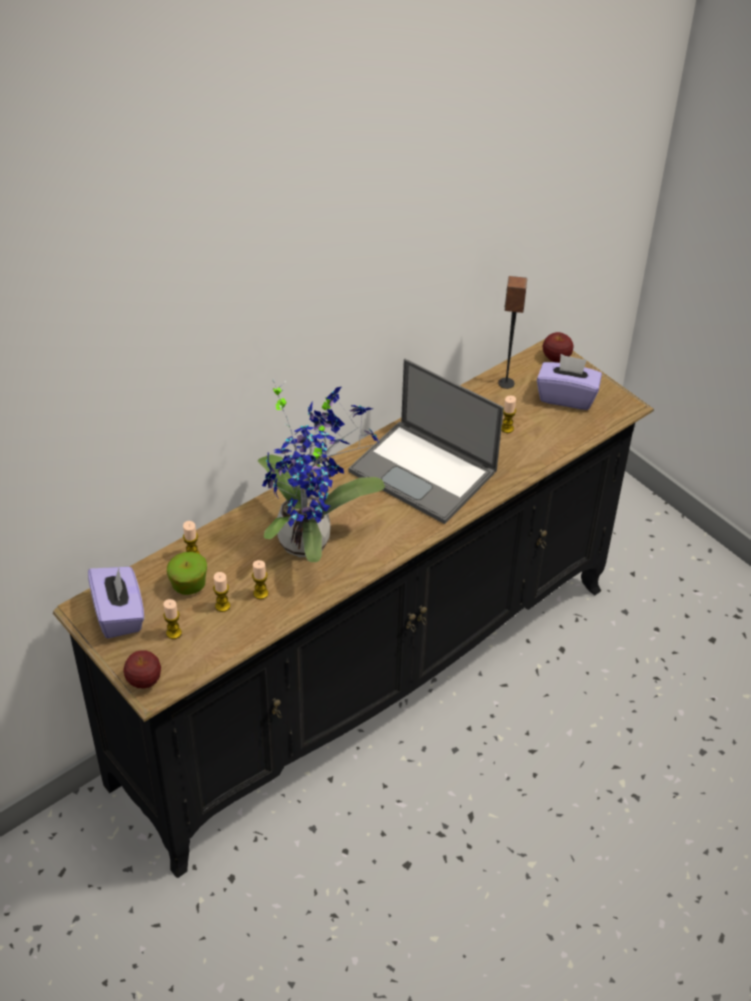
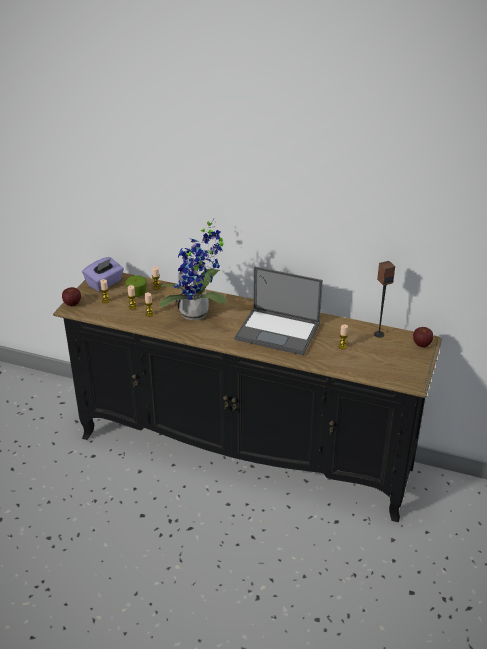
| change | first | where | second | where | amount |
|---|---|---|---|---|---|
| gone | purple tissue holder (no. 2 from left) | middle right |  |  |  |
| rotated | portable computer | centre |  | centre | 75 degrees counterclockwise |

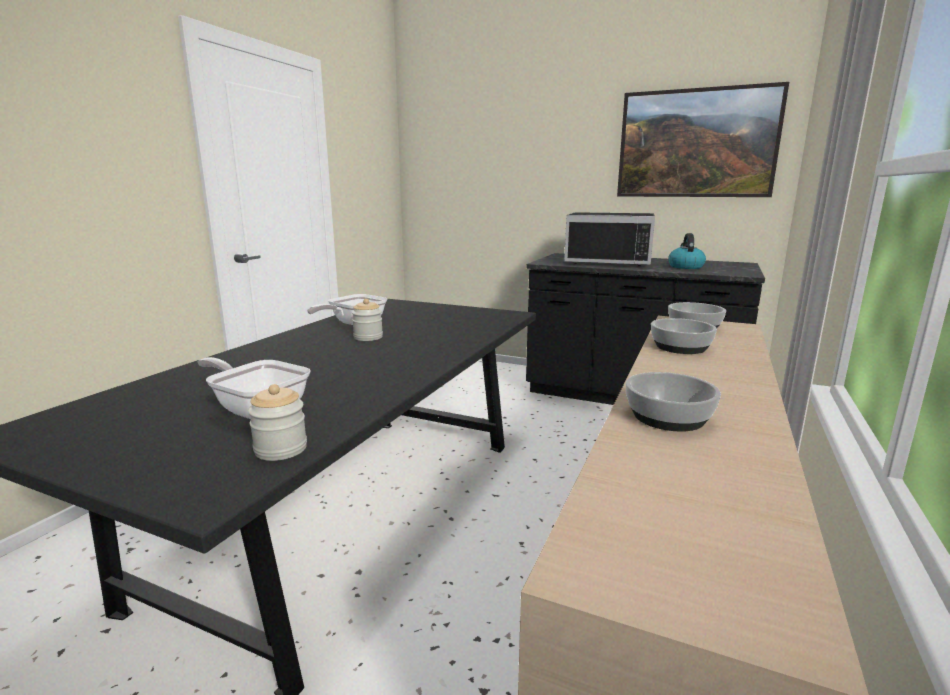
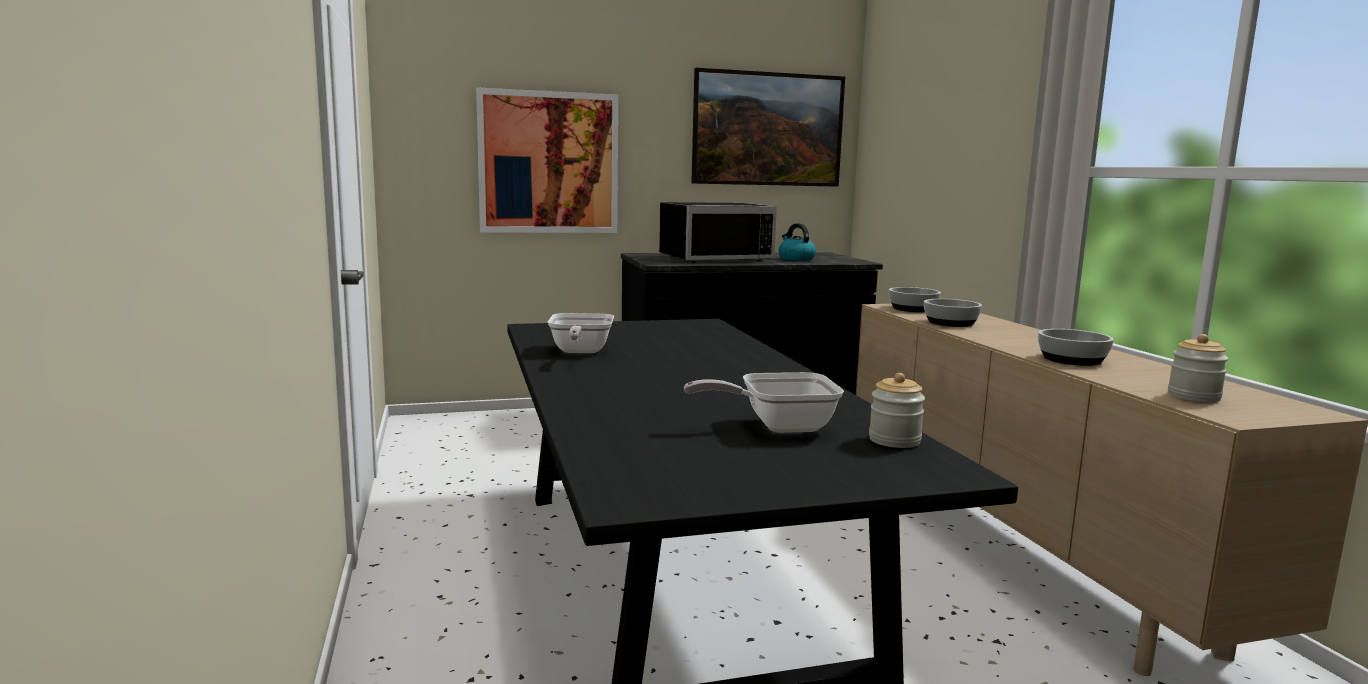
| change | first | where | second | where | amount |
|---|---|---|---|---|---|
| new |  |  | wall art (no. 1 from left) | top centre |  |
| shifted | jar (no. 2 from left) | centre |  | middle right |  |

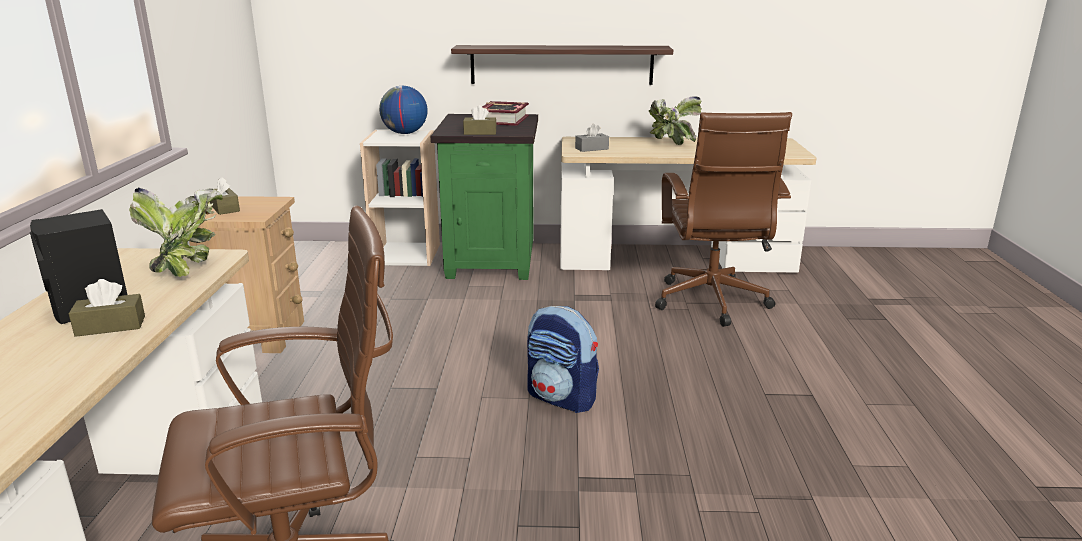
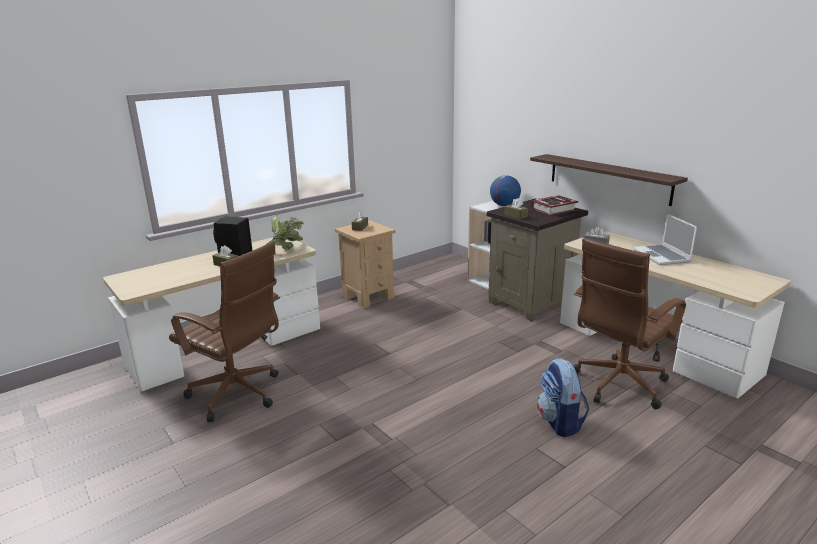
| change | first | where | second | where | amount |
|---|---|---|---|---|---|
| shifted | backpack | centre |  | bottom right |  |
| swapped | potted plant (no. 2 from left) | top centre | portable computer | middle right |  |
| repainted | greenish cupboard | centre | sand-coloured cupboard | centre |  |

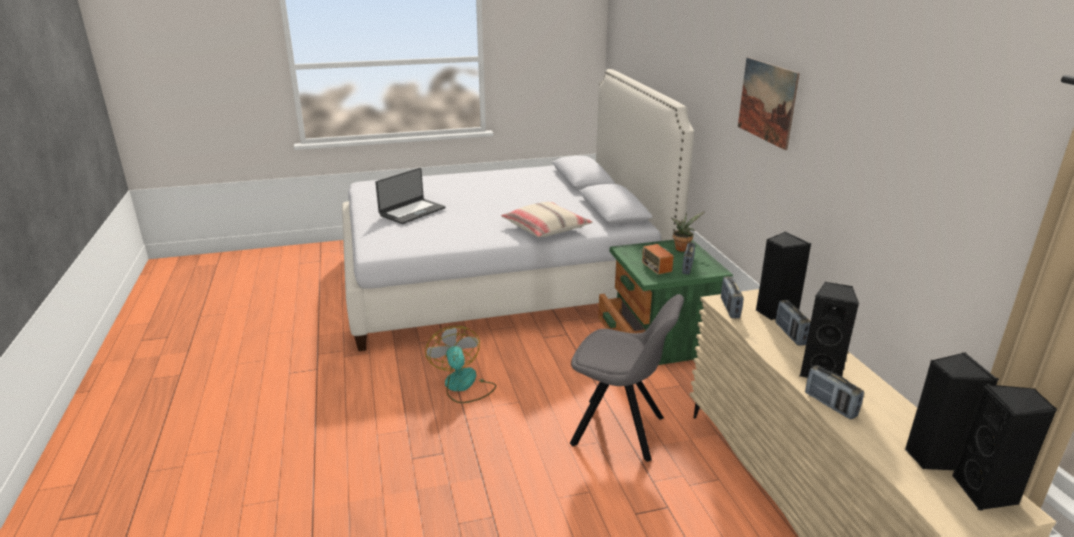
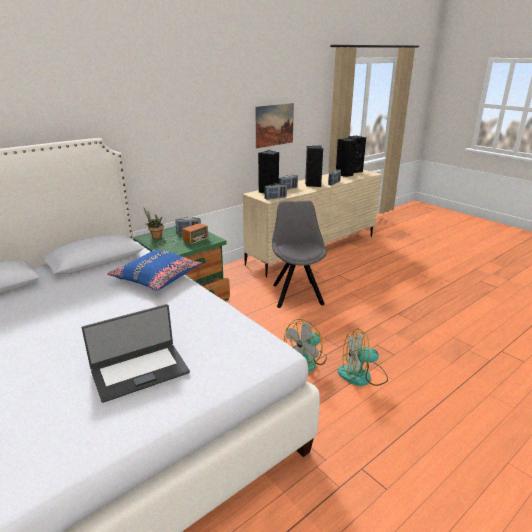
| change | first | where | second | where | amount |
|---|---|---|---|---|---|
| new |  |  | fan (no. 2 from left) | bottom right |  |
| shifted | wall art | top right |  | top centre |  |
| repainted | sand-coloured throw pillow | centre | blue-coloured throw pillow | middle left |  |
| rotated | portable computer | centre |  | middle left | 135 degrees clockwise |

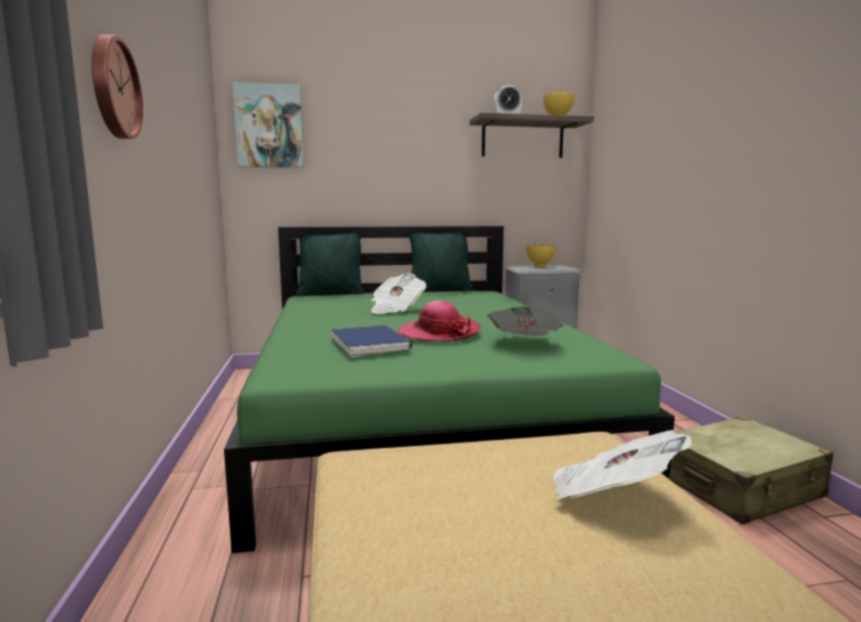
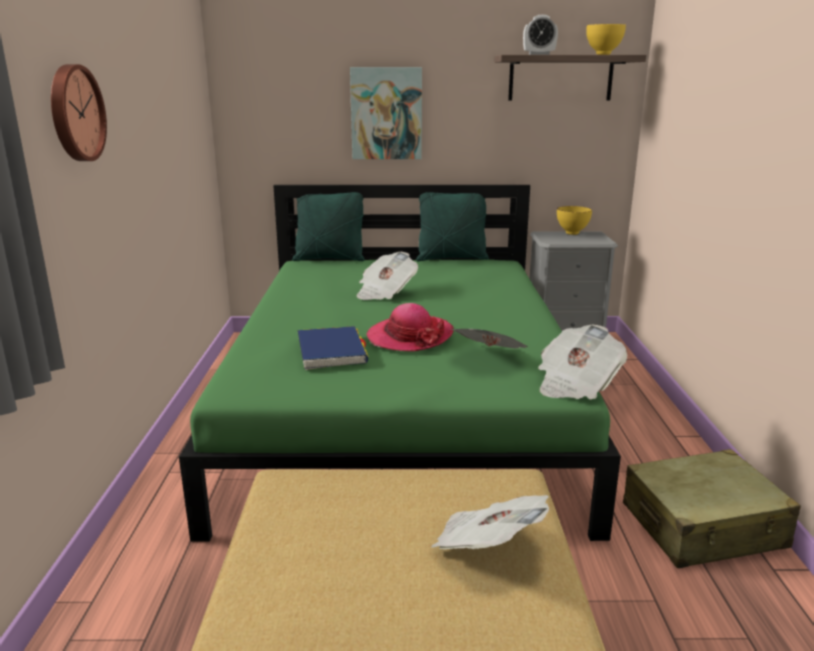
| change | first | where | second | where | amount |
|---|---|---|---|---|---|
| new |  |  | daily paper (no. 4 from left) | middle right |  |
| shifted | wall art | top left |  | top centre |  |

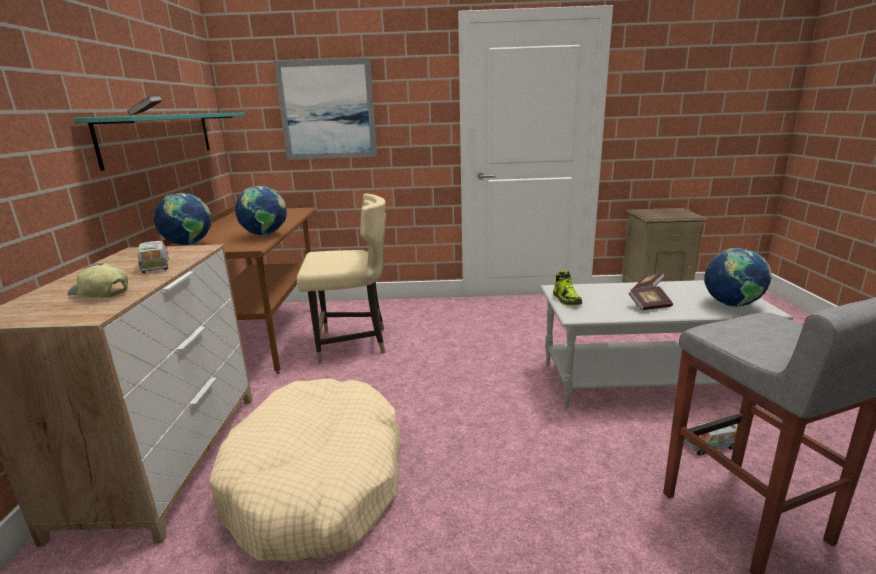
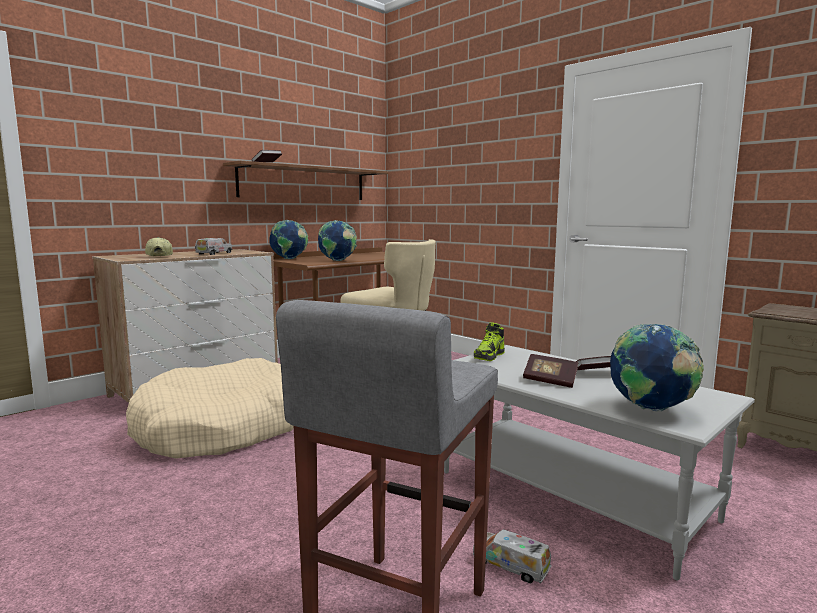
| change | first | where | second | where | amount |
|---|---|---|---|---|---|
| gone | wall art | top centre |  |  |  |
| repainted | turquoise shelf | top left | brownish shelf | top centre |  |

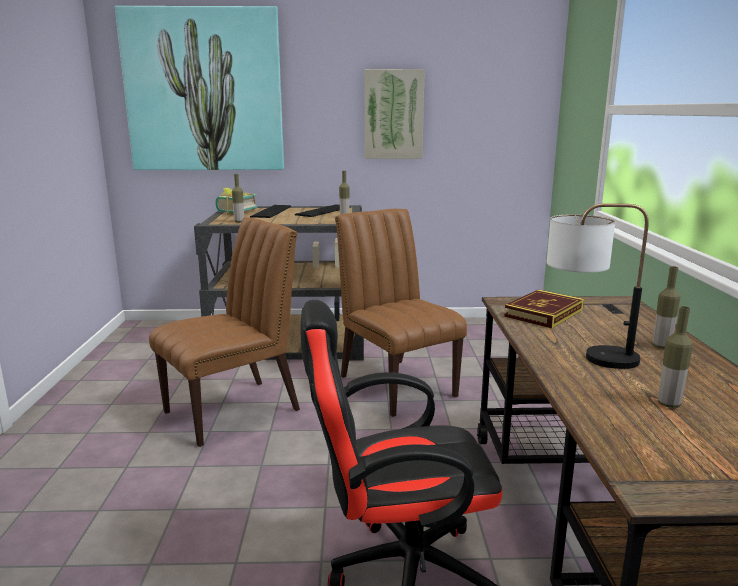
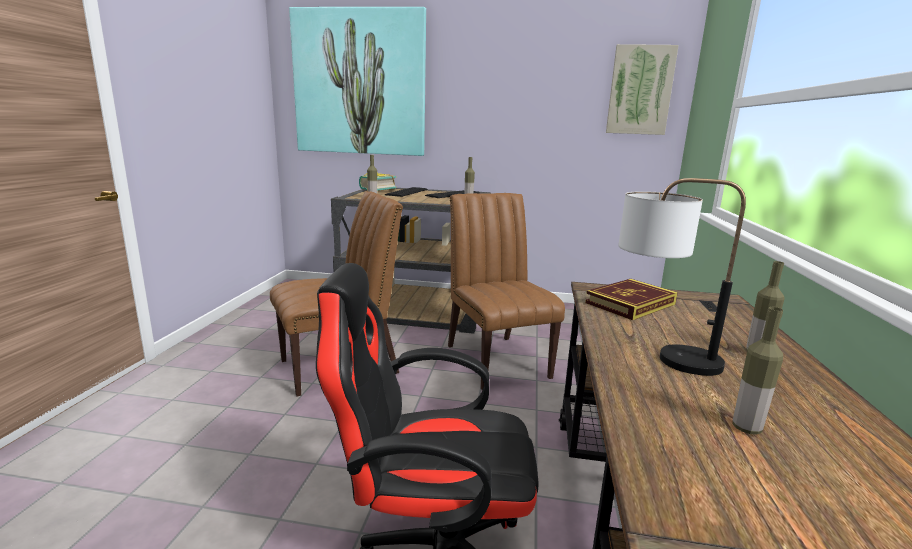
| change | first | where | second | where | amount |
|---|---|---|---|---|---|
| shifted | wall art (no. 2 from left) | top centre |  | top right |  |

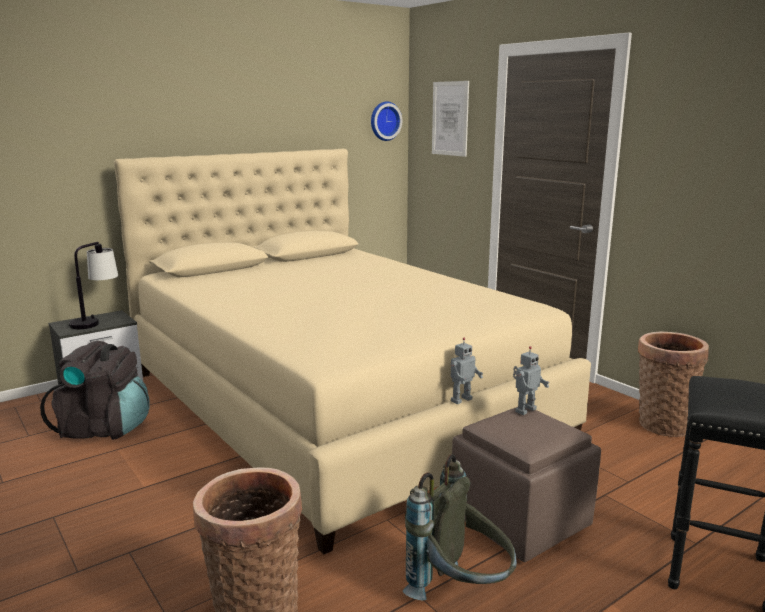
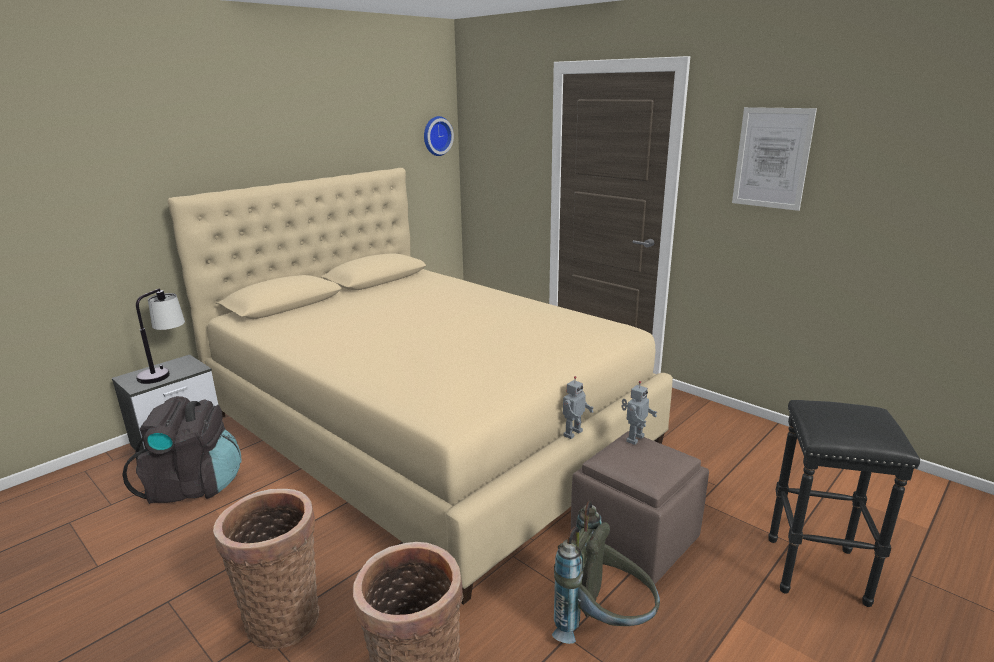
| change | first | where | second | where | amount |
|---|---|---|---|---|---|
| shifted | wall art | top centre |  | top right |  |
| shifted | storage basket (no. 2 from left in the first image) | middle right | storage basket (no. 1 from left) | bottom left |  |

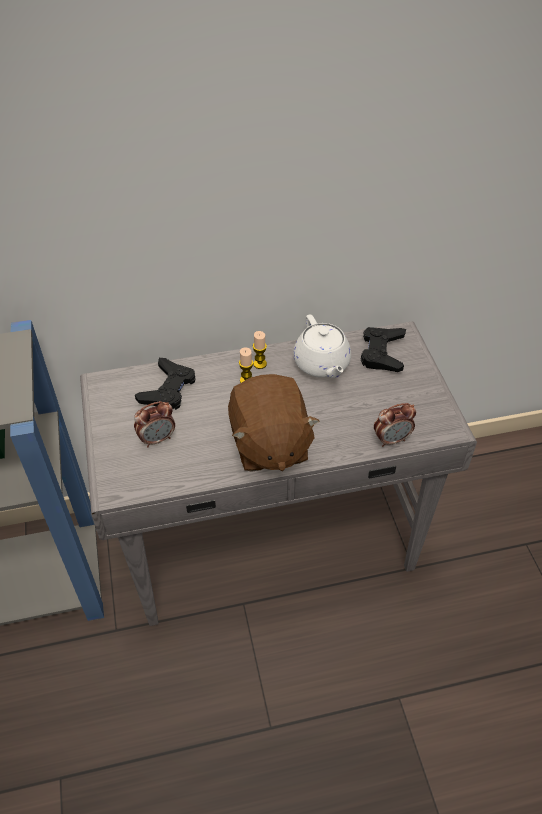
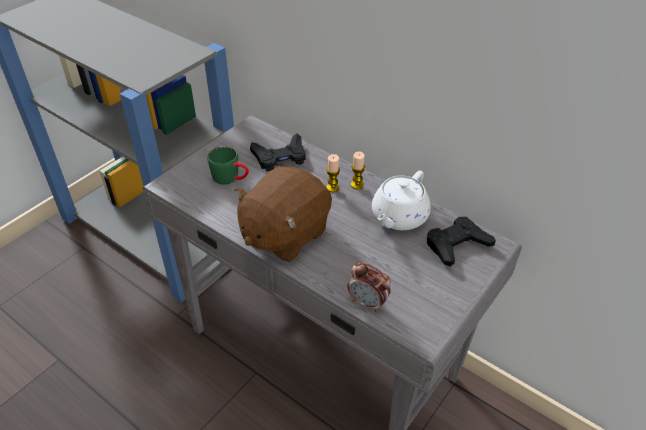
| change | first | where | second | where | amount |
|---|---|---|---|---|---|
| swapped | alarm clock (no. 1 from left) | middle left | greenish tea mug | centre |  |

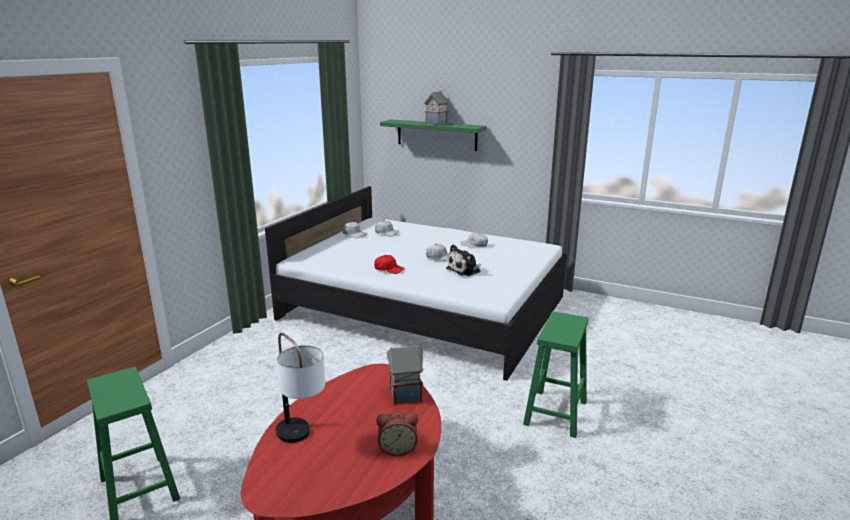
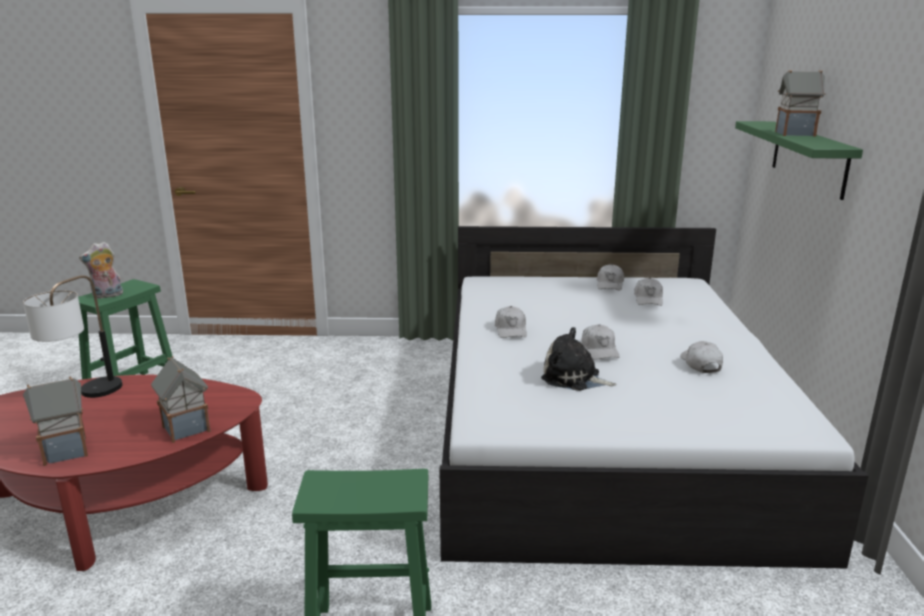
| change | first | where | second | where | amount |
|---|---|---|---|---|---|
| new |  |  | soft toy (no. 1 from left) | middle left |  |
| swapped | alarm clock | bottom centre | toy house (no. 1 from left) | bottom left |  |
| repainted | reddish baseball cap | centre | white-coloured baseball cap (no. 1 from left) | centre |  |

